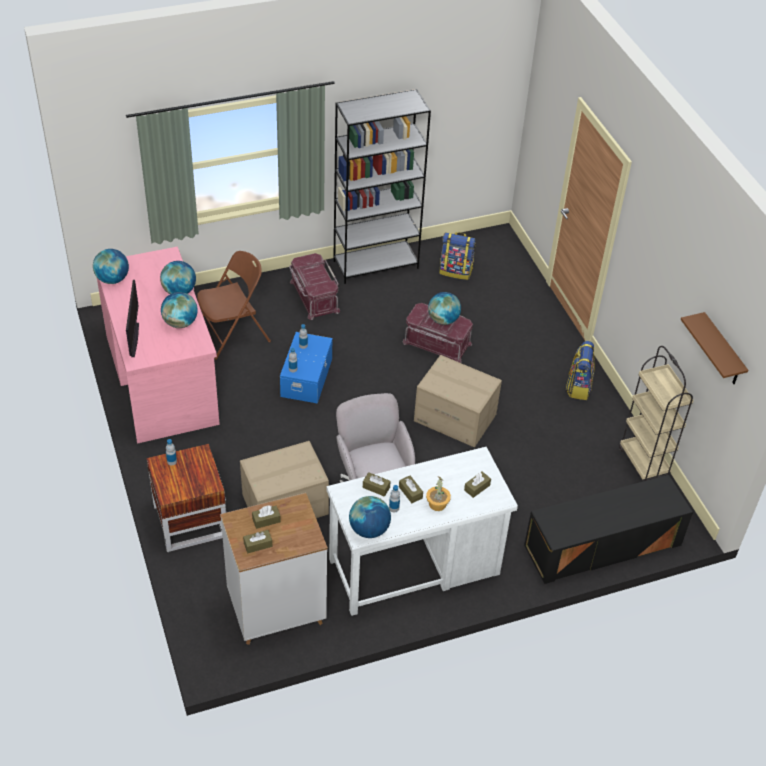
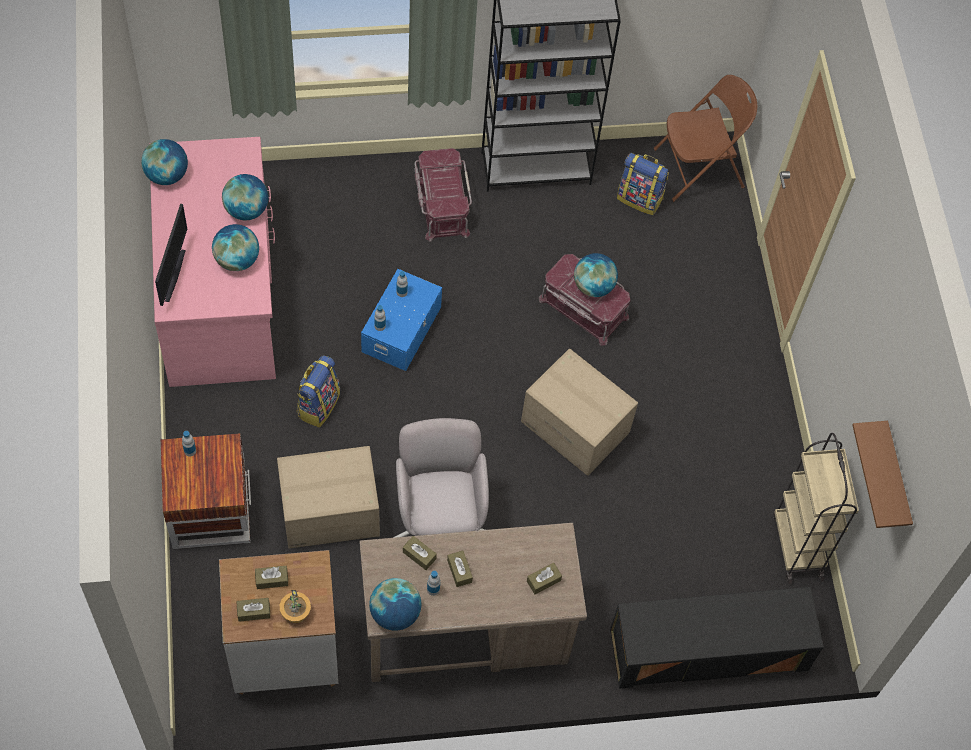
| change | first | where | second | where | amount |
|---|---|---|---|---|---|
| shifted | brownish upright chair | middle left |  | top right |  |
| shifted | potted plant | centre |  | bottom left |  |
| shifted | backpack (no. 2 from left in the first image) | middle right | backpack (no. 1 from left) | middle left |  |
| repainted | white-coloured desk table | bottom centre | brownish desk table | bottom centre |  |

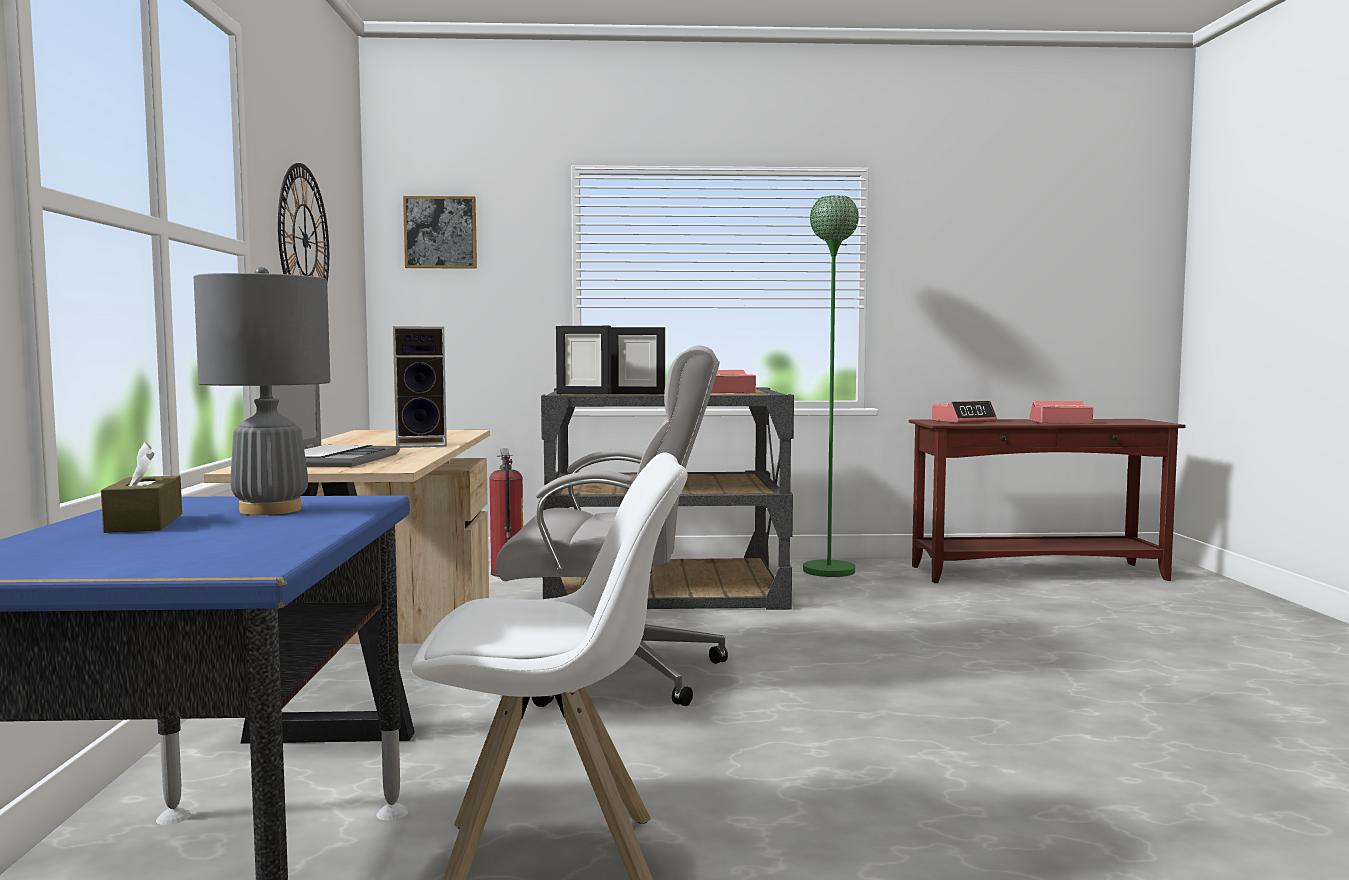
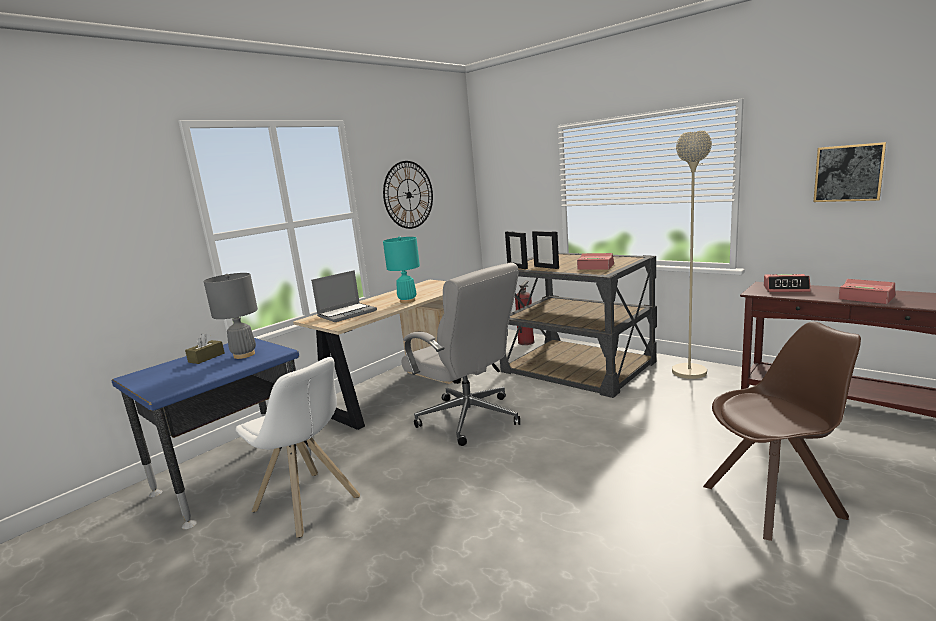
| change | first | where | second | where | amount |
|---|---|---|---|---|---|
| new |  |  | brownish upright chair | bottom right |  |
| shifted | wall art | top left |  | top right |  |
| swapped | audio speaker | middle left | turquoise table lamp | centre |  |
| repainted | greenish standing lamp | centre | sand-coloured standing lamp | middle right |  |

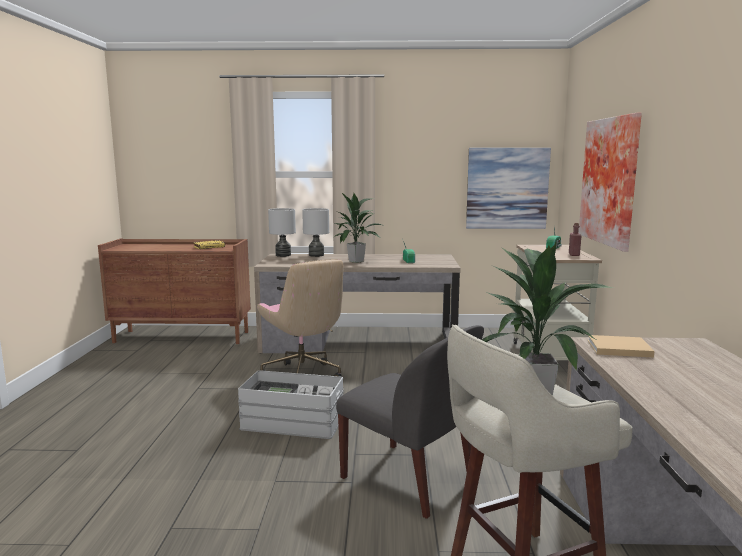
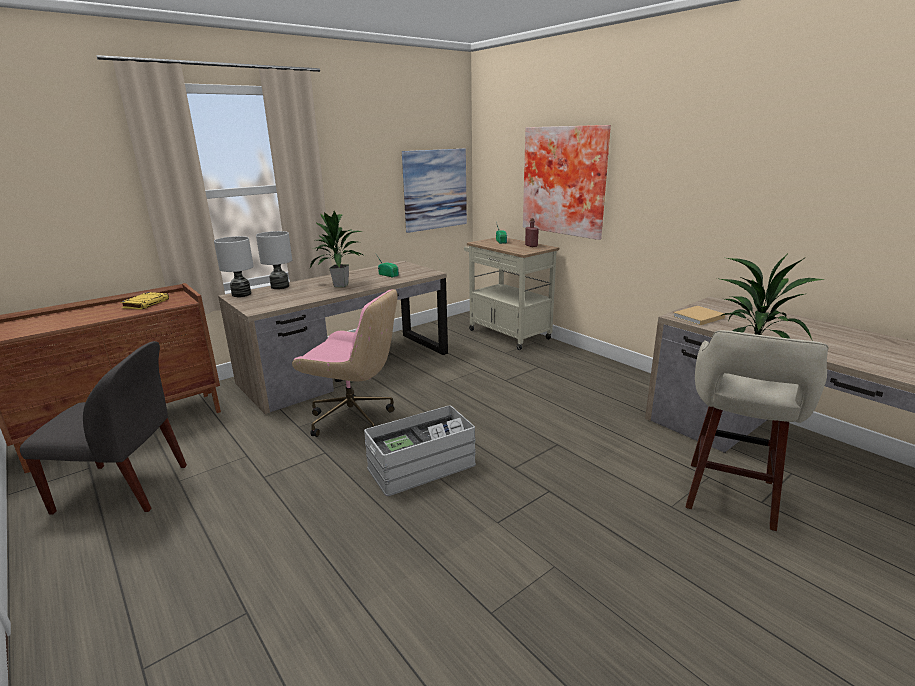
| change | first | where | second | where | amount |
|---|---|---|---|---|---|
| shifted | gray upright chair | bottom centre |  | middle left |  |

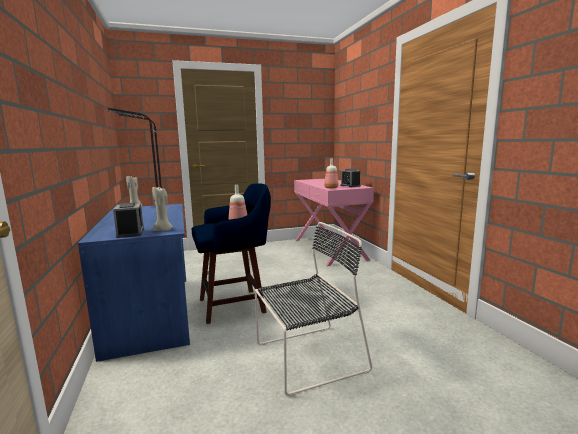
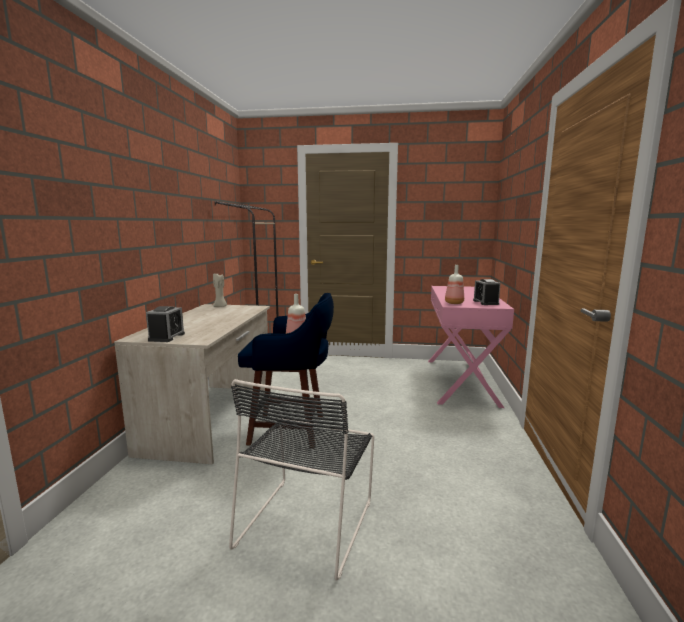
| change | first | where | second | where | amount |
|---|---|---|---|---|---|
| gone | sand-coloured candle (no. 2 from left) | middle left |  |  |  |
| repainted | blue-coloured desk table | middle left | sand-coloured desk table | middle left |  |
| rotated | black upright chair | bottom centre |  | bottom centre | 105 degrees clockwise |

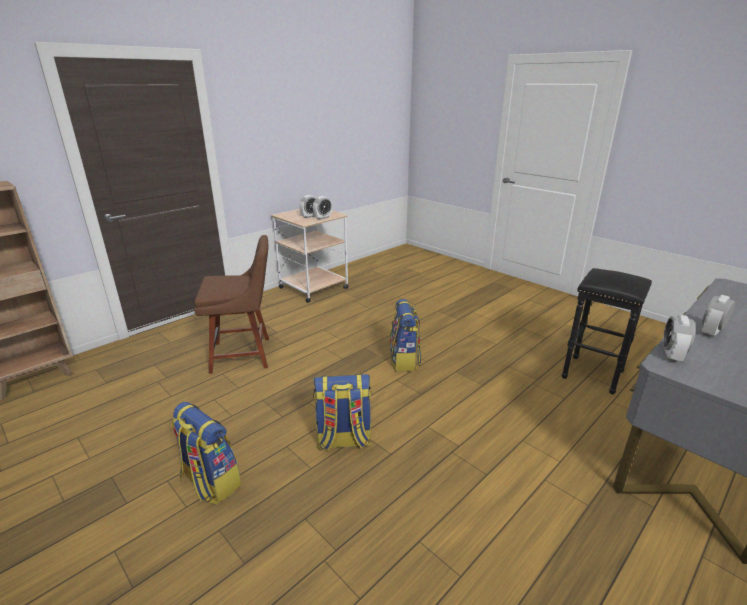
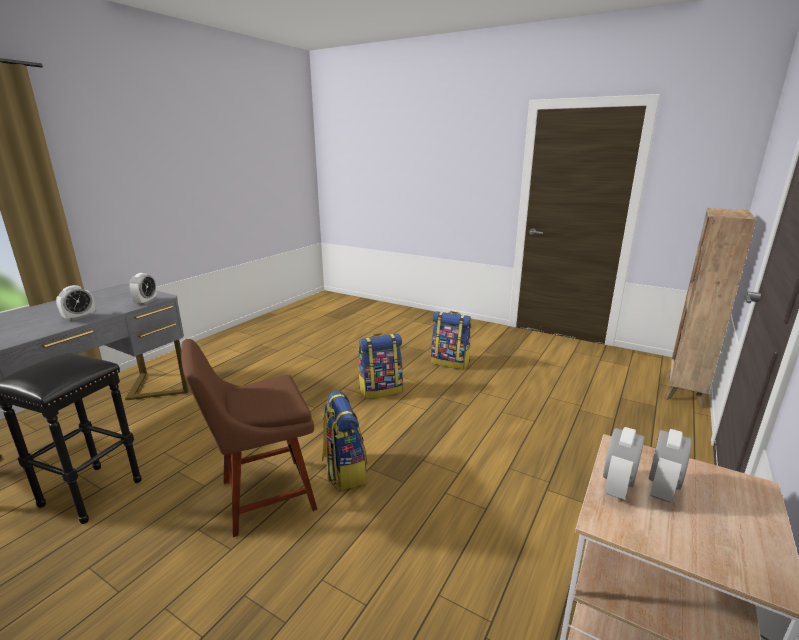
| change | first | where | second | where | amount |
|---|---|---|---|---|---|
| shifted | brownish upright chair | middle left |  | bottom left |  |

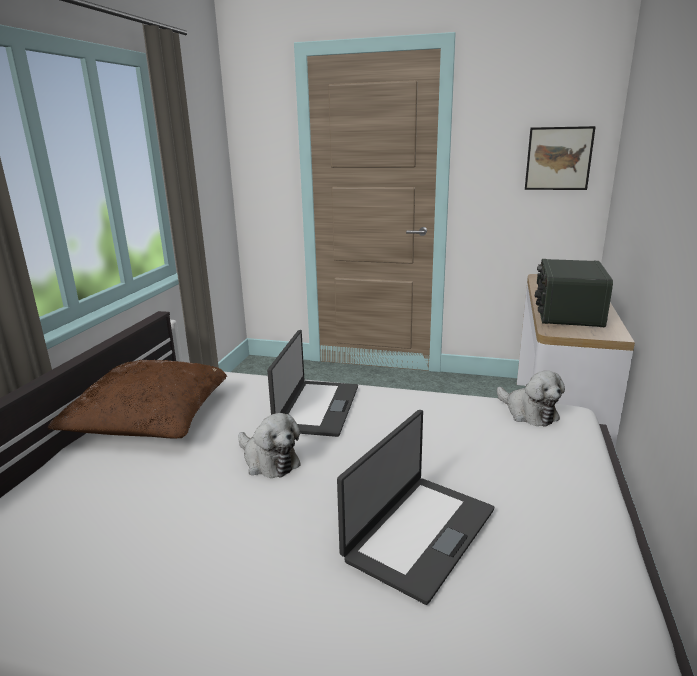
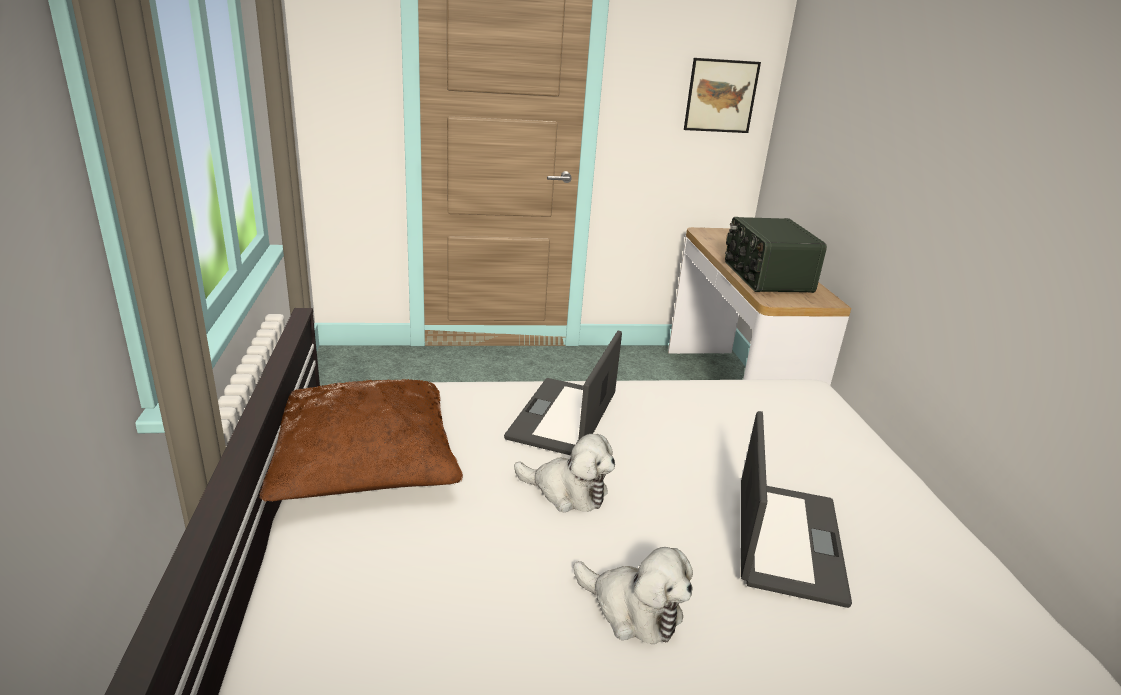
| change | first | where | second | where | amount |
|---|---|---|---|---|---|
| shifted | soft toy (no. 2 from left) | middle right |  | bottom centre |  |
| rotated | portable computer (no. 1 from left) | centre |  | centre | 150 degrees counterclockwise |

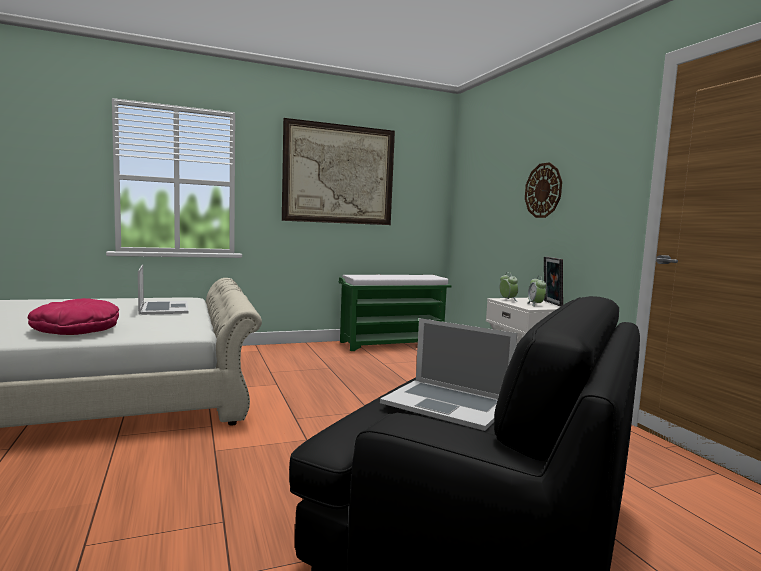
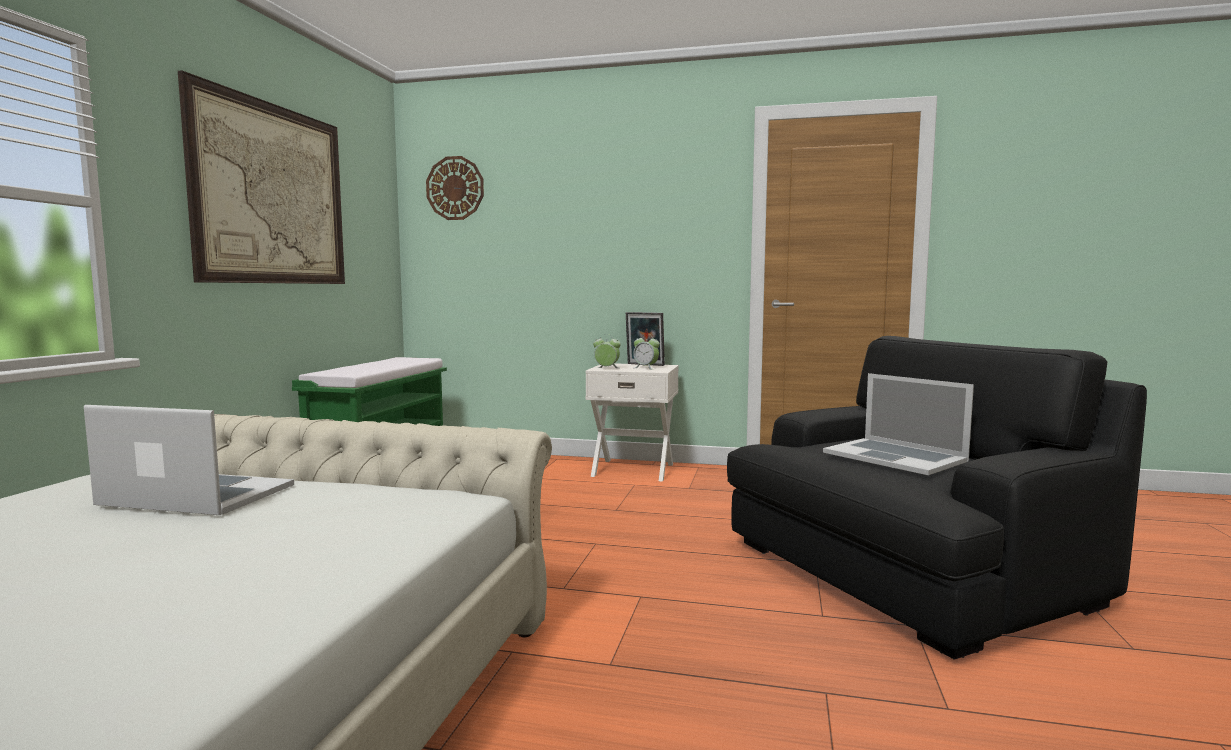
| change | first | where | second | where | amount |
|---|---|---|---|---|---|
| gone | pink-coloured throw pillow | middle left |  |  |  |
| shifted | hanging clock | top right |  | top centre |  |
| rotated | portable computer (no. 2 from left) | centre |  | middle right | 75 degrees clockwise |

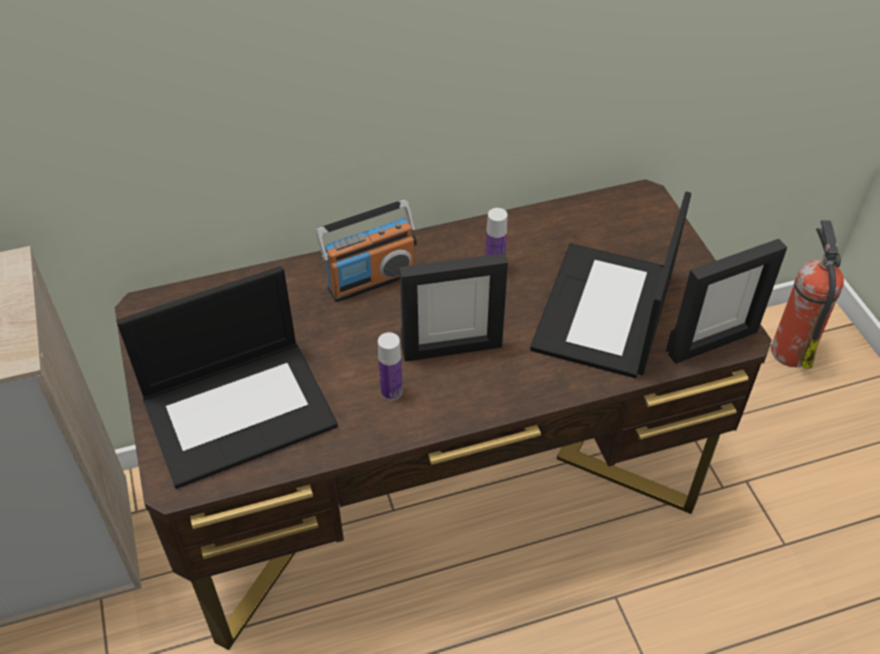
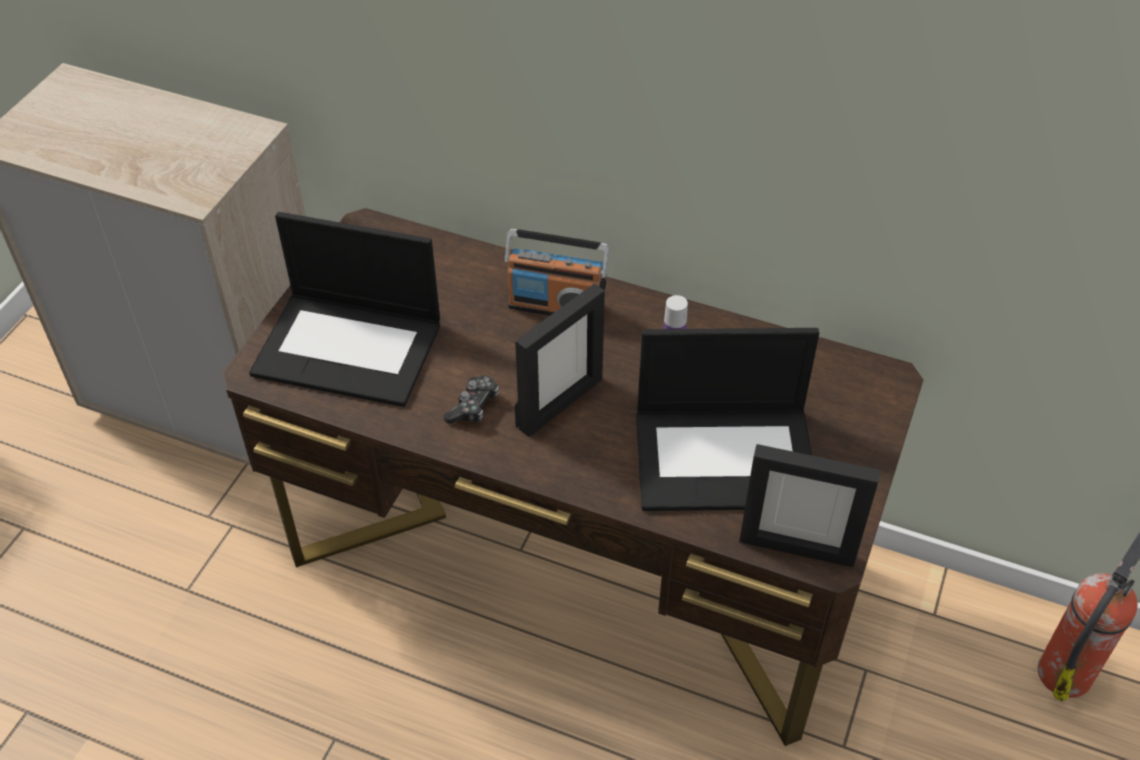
| change | first | where | second | where | amount |
|---|---|---|---|---|---|
| swapped | bottle (no. 1 from left) | centre | game controller | centre |  |
| rotated | standing frame (no. 1 from left) | centre |  | centre | 75 degrees counterclockwise |
| rotated | portable computer (no. 2 from left) | middle right |  | centre | 150 degrees counterclockwise |

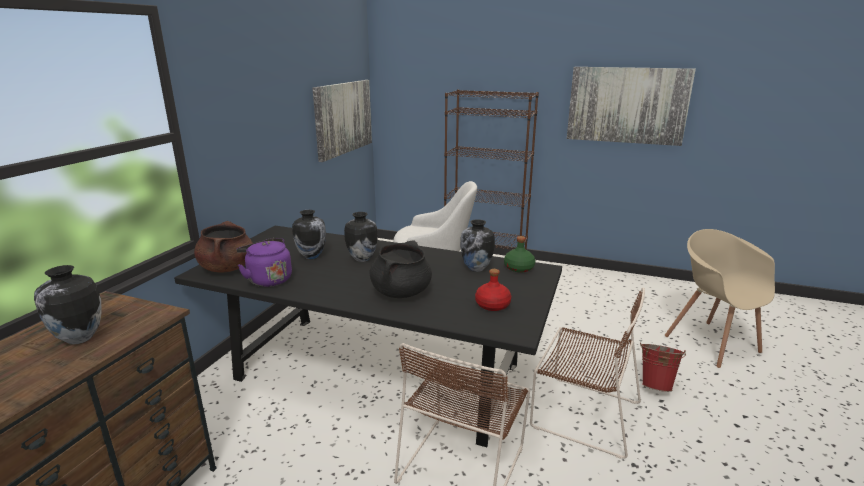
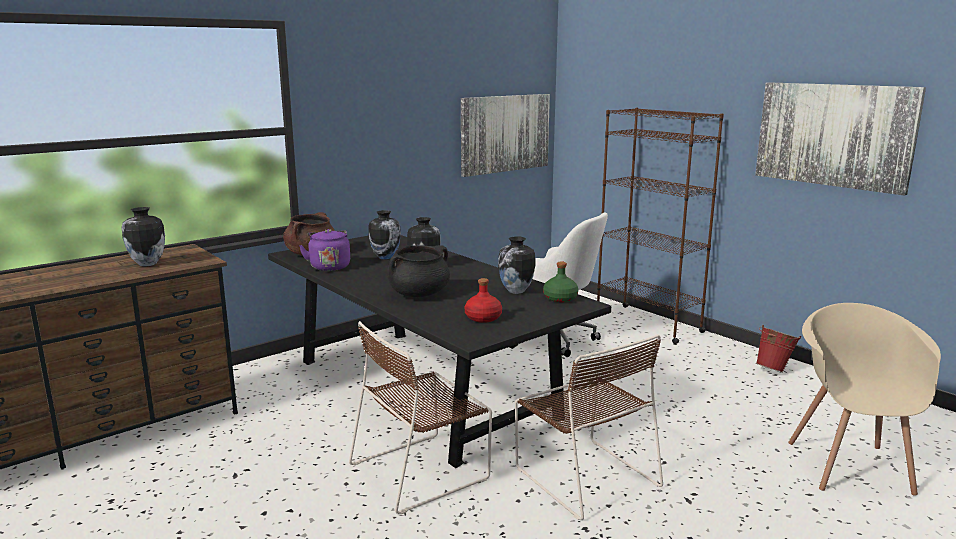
| change | first | where | second | where | amount |
|---|---|---|---|---|---|
| shifted | reddish pail | bottom right |  | middle right |  |

